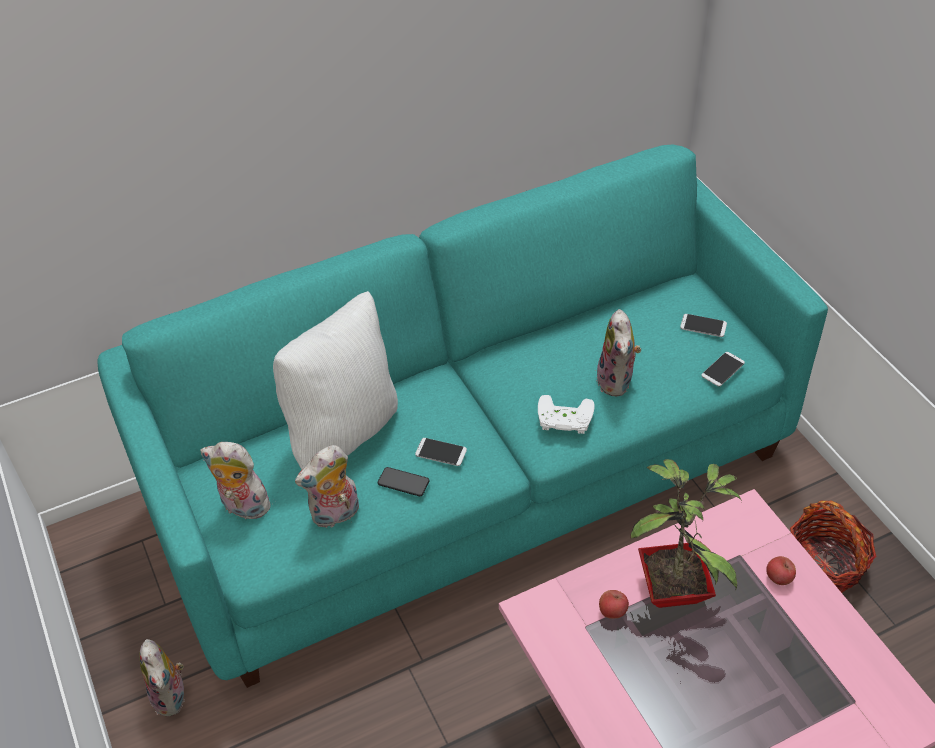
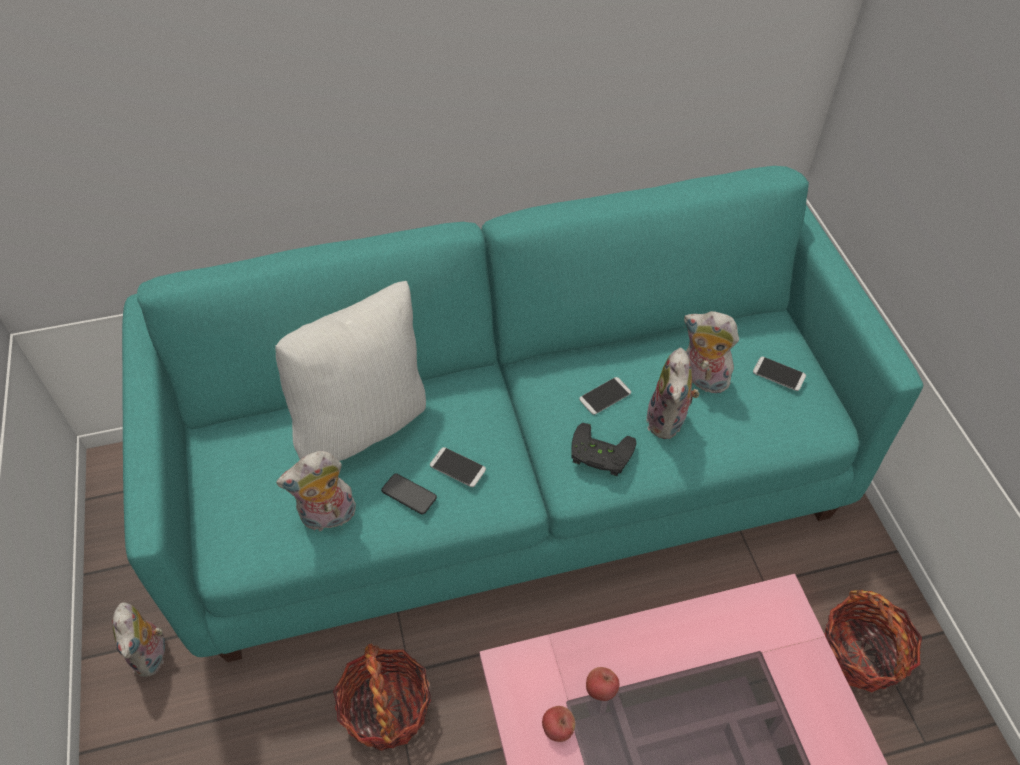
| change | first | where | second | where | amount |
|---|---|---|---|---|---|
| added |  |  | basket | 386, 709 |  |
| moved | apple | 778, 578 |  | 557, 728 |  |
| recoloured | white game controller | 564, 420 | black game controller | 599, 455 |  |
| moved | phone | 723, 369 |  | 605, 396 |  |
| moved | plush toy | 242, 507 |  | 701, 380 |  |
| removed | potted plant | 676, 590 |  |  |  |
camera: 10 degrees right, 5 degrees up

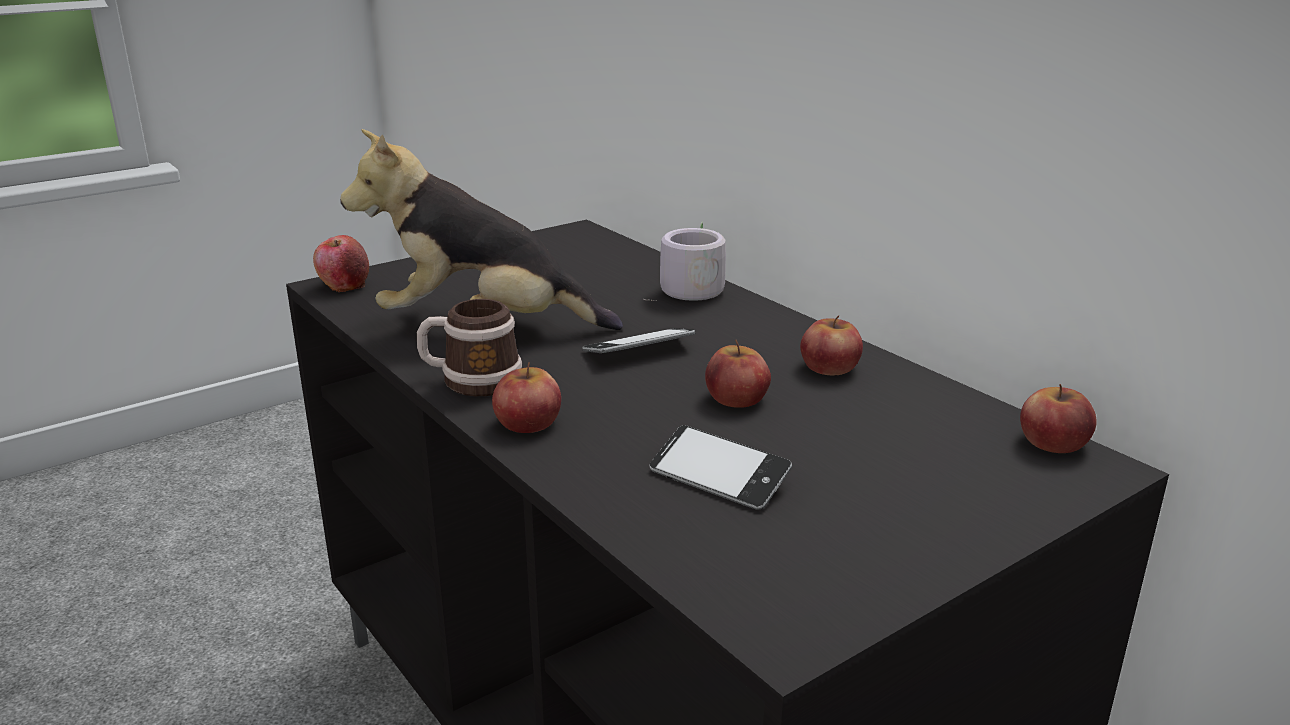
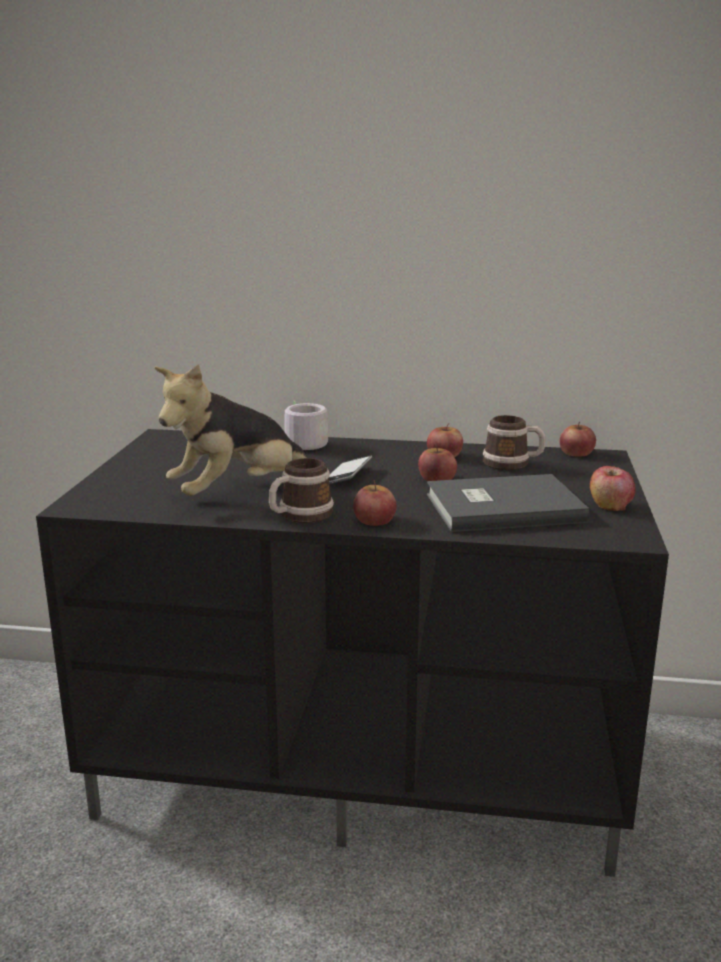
| change | first | where | second | where | amount |
|---|---|---|---|---|---|
| replaced | phone | 719, 477 | grey book | 500, 507 |  |
| added |  |  | mug | 512, 463 |  |
| moved | apple | 344, 285 |  | 610, 506 |  |
camera: 45 degrees left, 5 degrees down

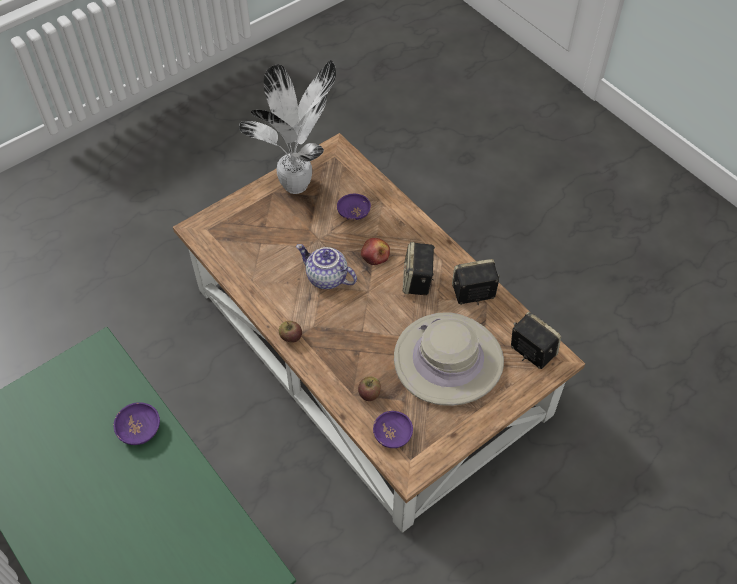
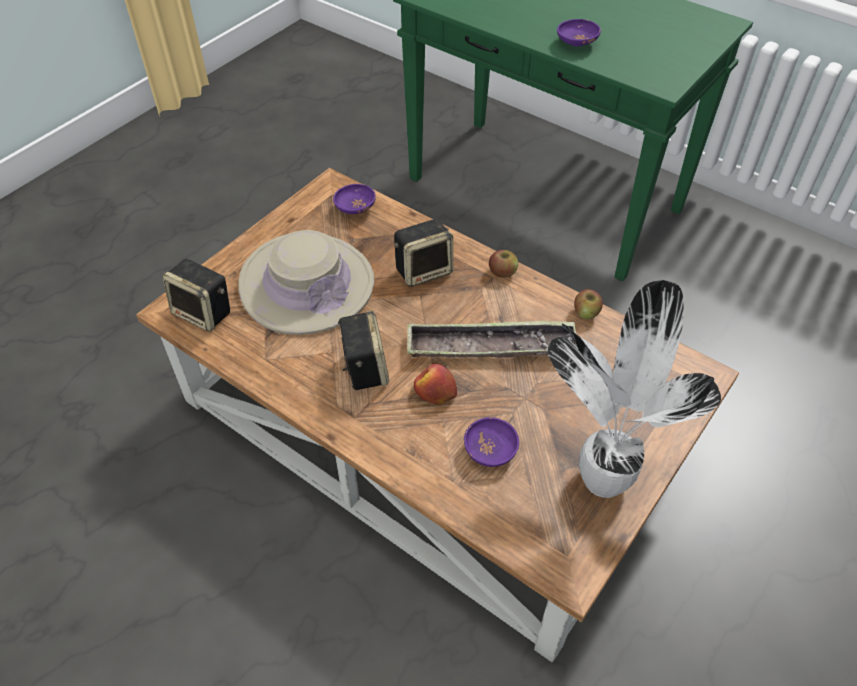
| change | first | where | second | where | amount |
|---|---|---|---|---|---|
| moved | speaker | 473, 294 |  | 424, 270 |  |
| replaced | teapot | 326, 278 | tray | 490, 346 |  |
| moved | apple | 369, 393 |  | 586, 313 |  |
camera: 165 degrees right, 5 degrees down

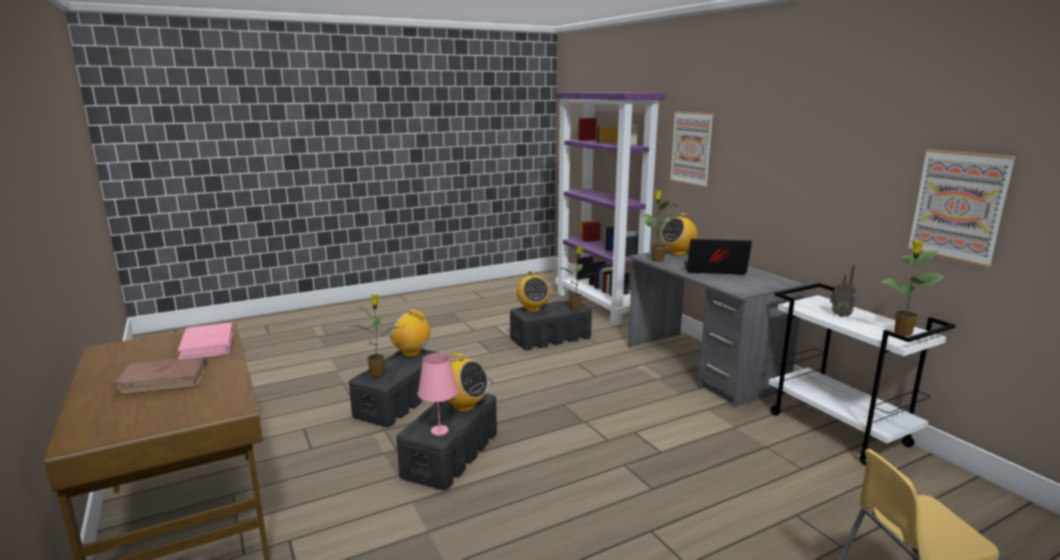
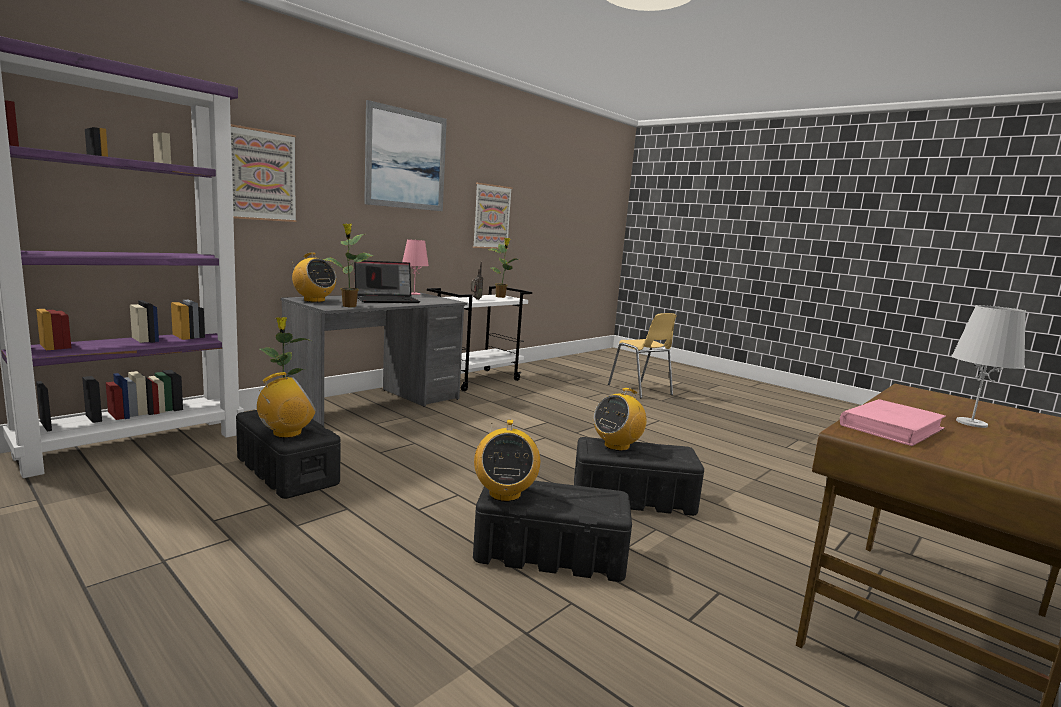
| change | first | where | second | where | amount |
|---|---|---|---|---|---|
| turned | laptop | 713, 270 |  | 387, 300 | 105 degrees counterclockwise |
| added |  |  | picture | 406, 159 |  |
| moved | pink table lamp | 439, 431 |  | 414, 294 |  |
| turned | radio | 464, 406 |  | 617, 446 | 150 degrees counterclockwise |
| replaced | brown book | 164, 380 | white table lamp | 971, 423 |  |
| removed | potted plant | 377, 373 |  |  |  |
camera: 110 degrees left, 5 degrees down

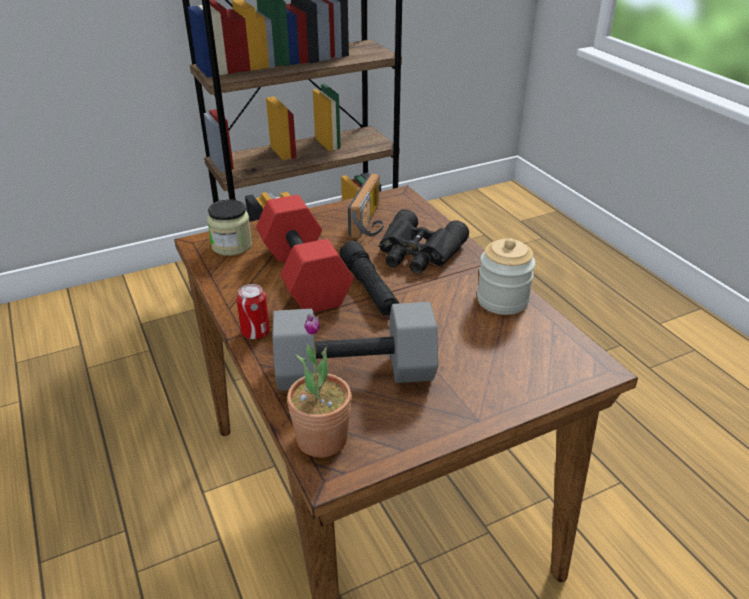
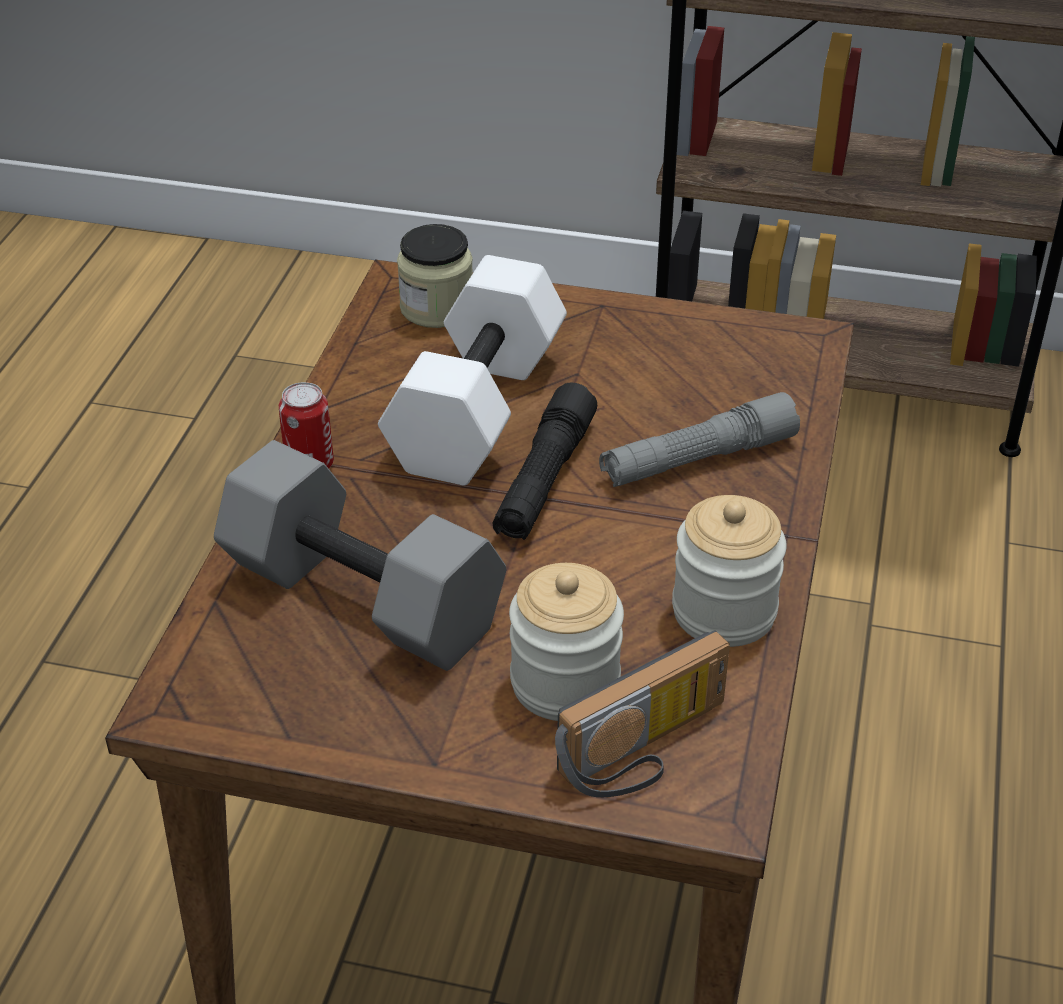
| change | first | where | second | where | amount |
|---|---|---|---|---|---|
| recoloured | red dumbbell | 306, 275 | white dumbbell | 480, 411 |  |
| added |  |  | jar | 565, 683 |  |
| moved | radio | 371, 222 |  | 647, 751 |  |
| replaced | black binoculars | 418, 253 | grey flashlight | 698, 459 |  |
| removed | potted plant | 322, 439 |  |  |  |
camera: 40 degrees right, 5 degrees up

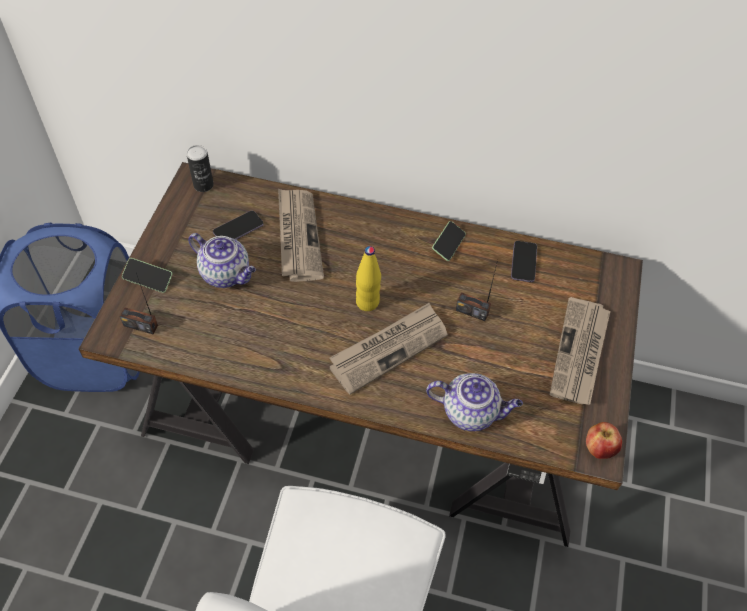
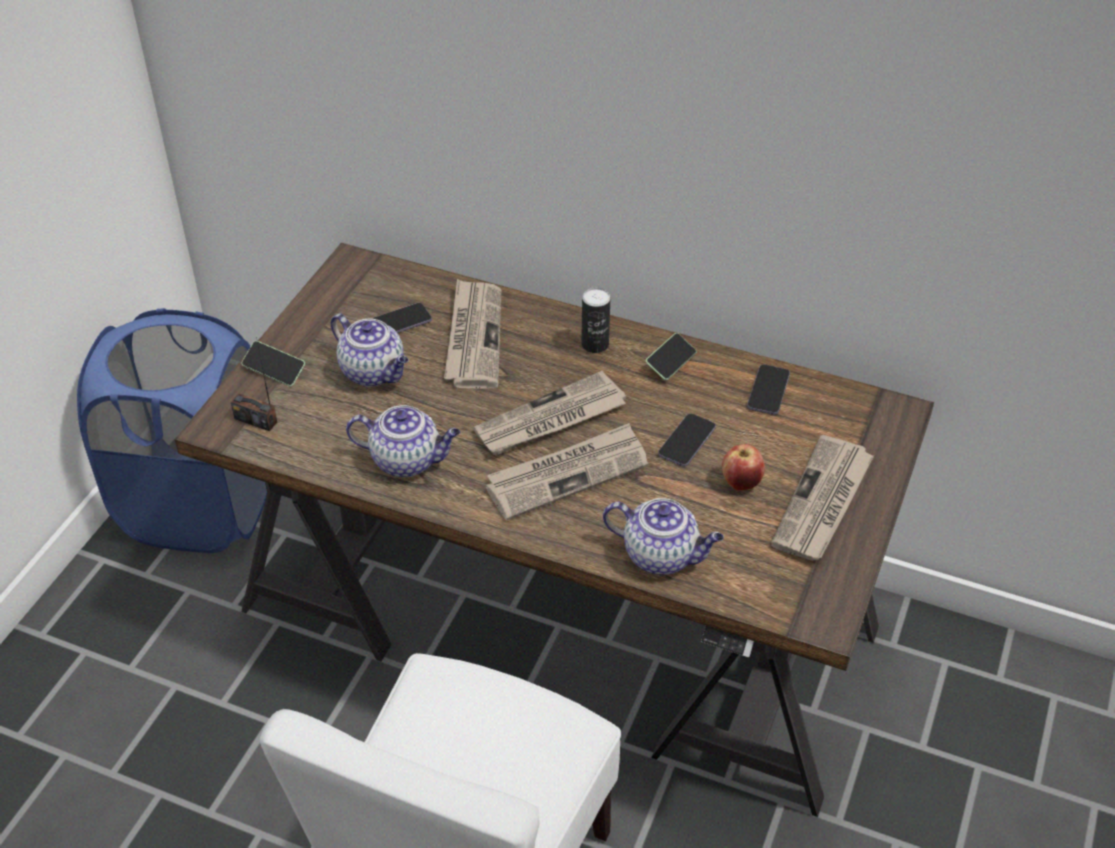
| change | first | where | second | where | amount |
|---|---|---|---|---|---|
| added |  |  | teapot | 407, 460 |  |
| replaced | yellow bottle | 367, 302 | newspaper | 550, 419 |  |
| moved | can | 203, 185 |  | 595, 344 |  |
| replaced | radio | 472, 311 | phone | 686, 441 |  |
| moved | apple | 599, 449 |  | 741, 482 |  |
camera: 10 degrees right, 10 degrees down

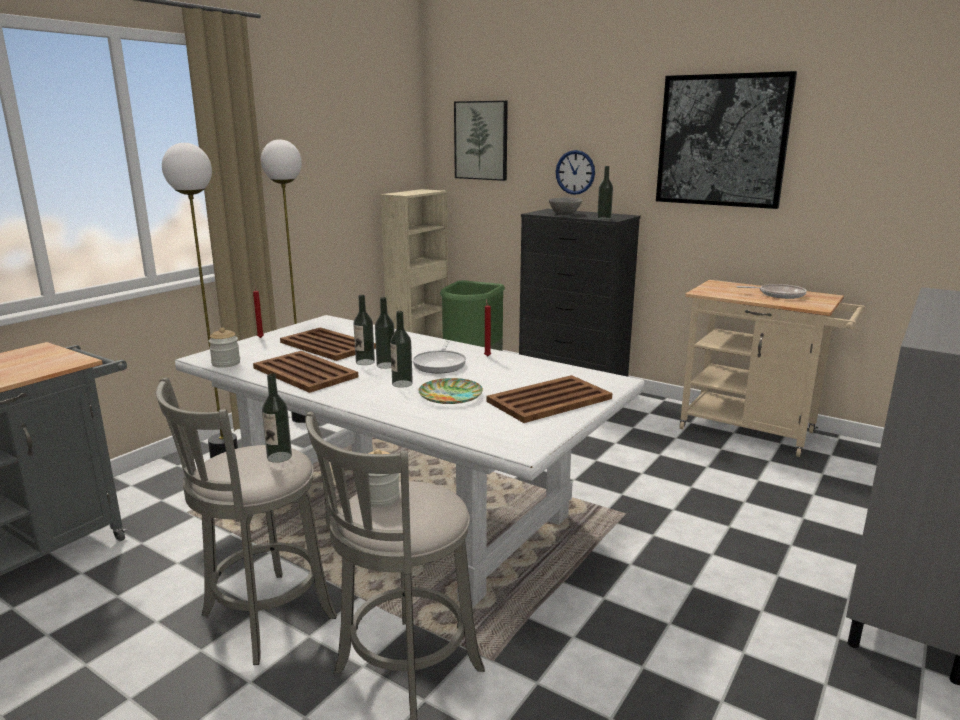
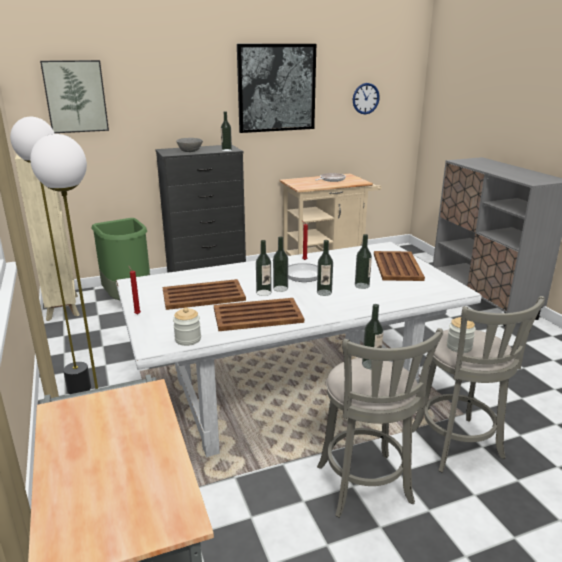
| change | first | where | second | where | amount |
|---|---|---|---|---|---|
| moved | wall clock | 575, 172 |  | 365, 98 |  |
| replaced | plate | 451, 395 | bottle | 362, 285 |  |
camera: 55 degrees left, 5 degrees up

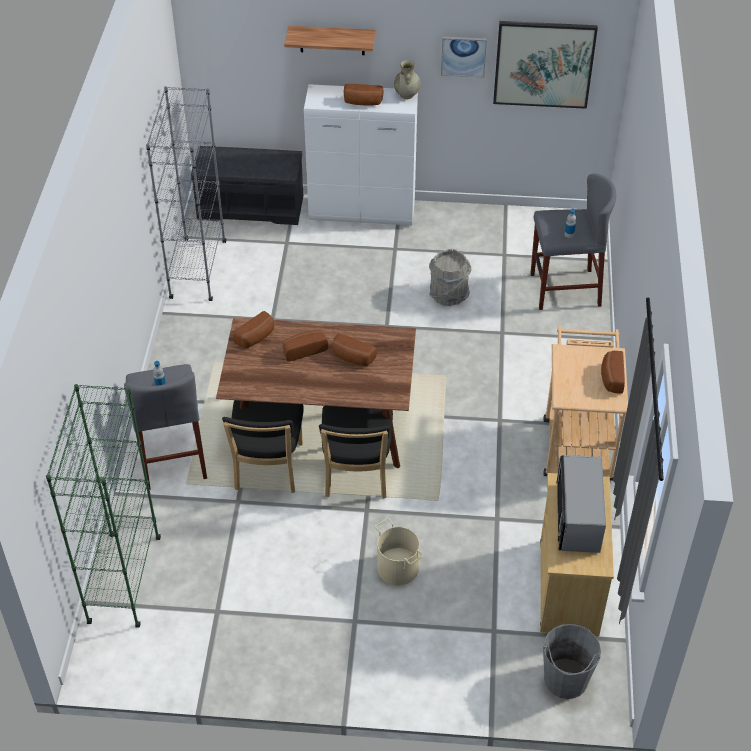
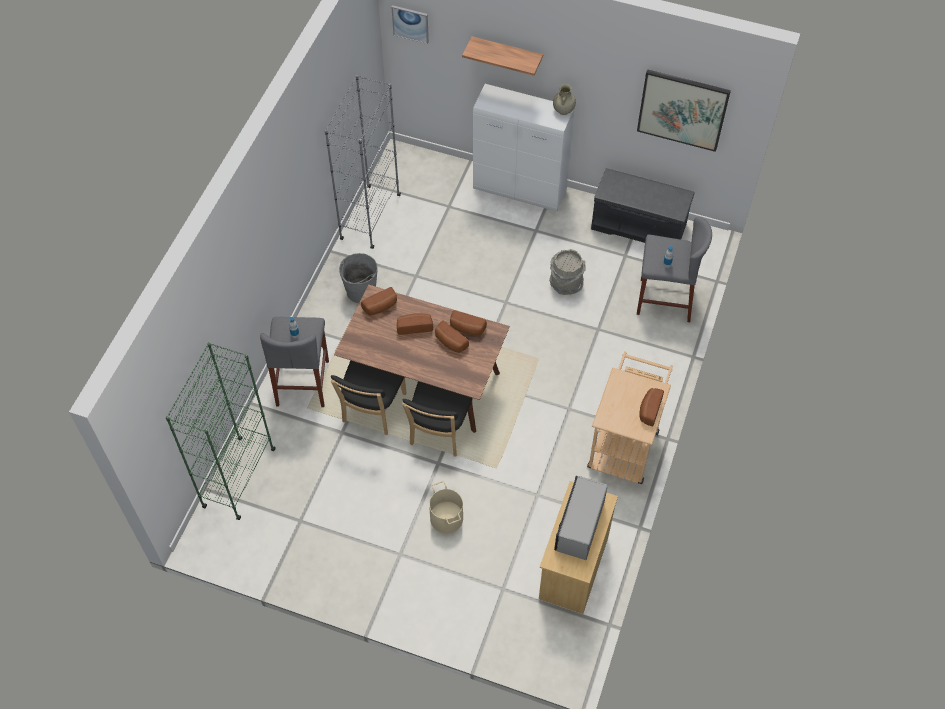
| change | first | where | second | where | amount |
|---|---|---|---|---|---|
| moved | grey bucket | 565, 679 |  | 361, 291 |  |
| moved | picture | 463, 56 |  | 410, 23 |  |
| moved | bread | 362, 103 |  | 466, 329 |  |
| moved | grey bench | 251, 206 |  | 639, 225 |  |
camera: 15 degrees right, 10 degrees up

